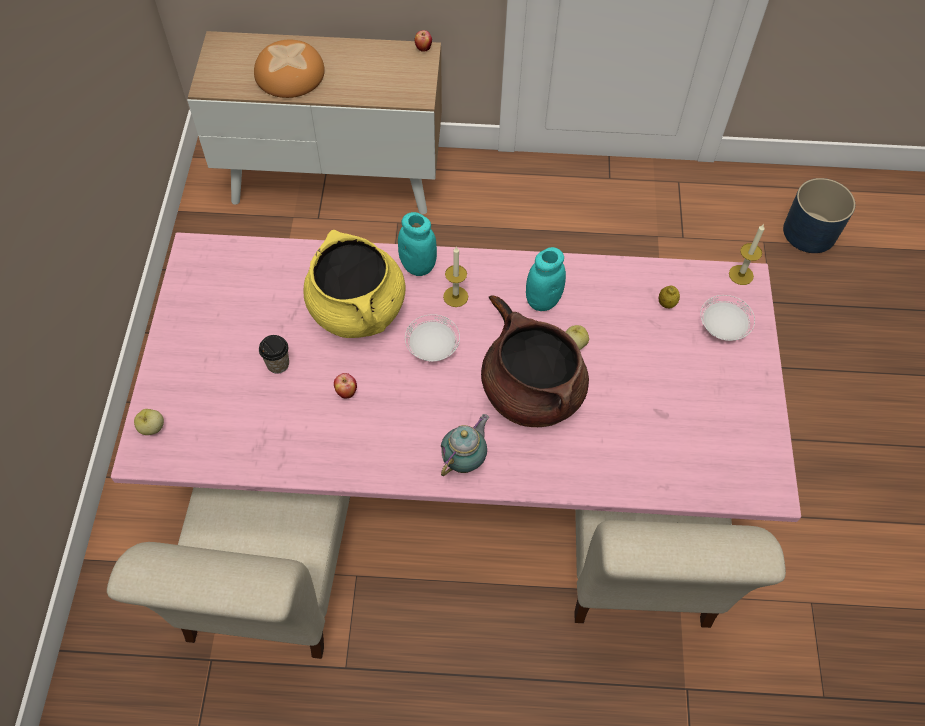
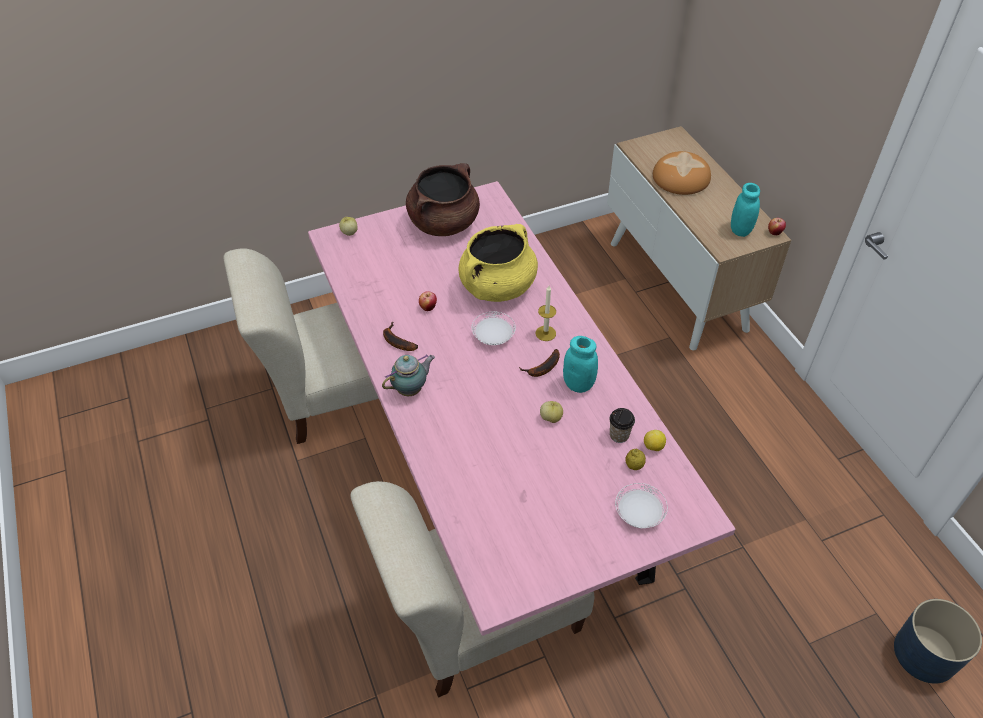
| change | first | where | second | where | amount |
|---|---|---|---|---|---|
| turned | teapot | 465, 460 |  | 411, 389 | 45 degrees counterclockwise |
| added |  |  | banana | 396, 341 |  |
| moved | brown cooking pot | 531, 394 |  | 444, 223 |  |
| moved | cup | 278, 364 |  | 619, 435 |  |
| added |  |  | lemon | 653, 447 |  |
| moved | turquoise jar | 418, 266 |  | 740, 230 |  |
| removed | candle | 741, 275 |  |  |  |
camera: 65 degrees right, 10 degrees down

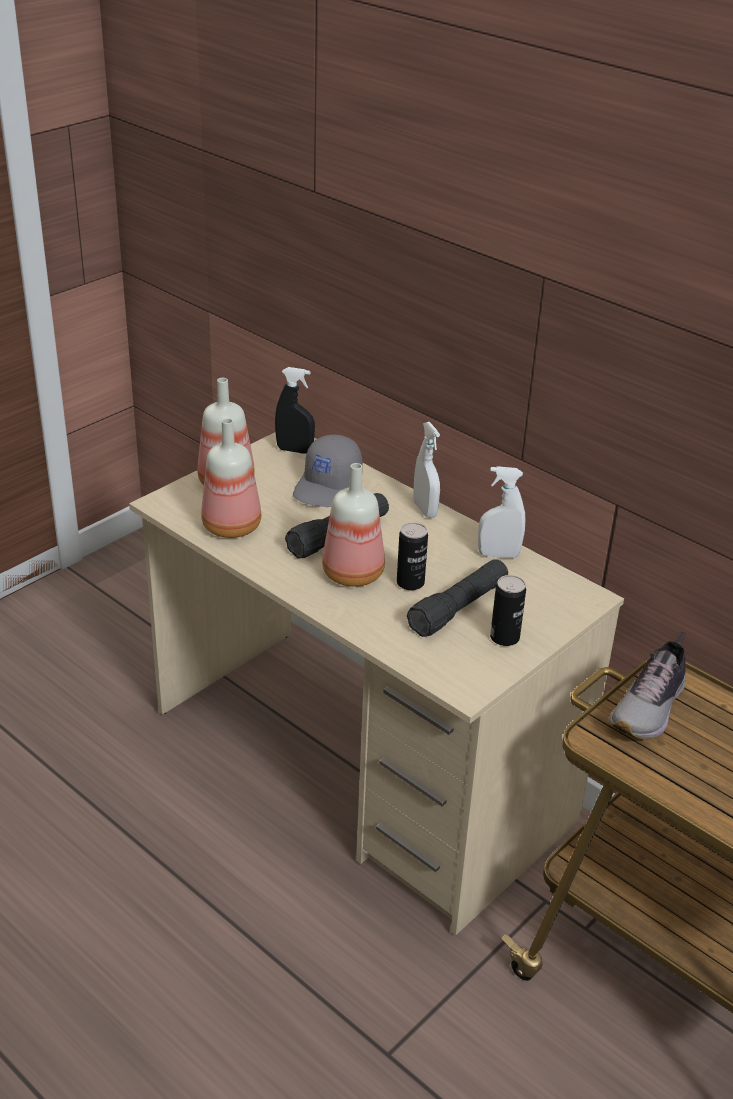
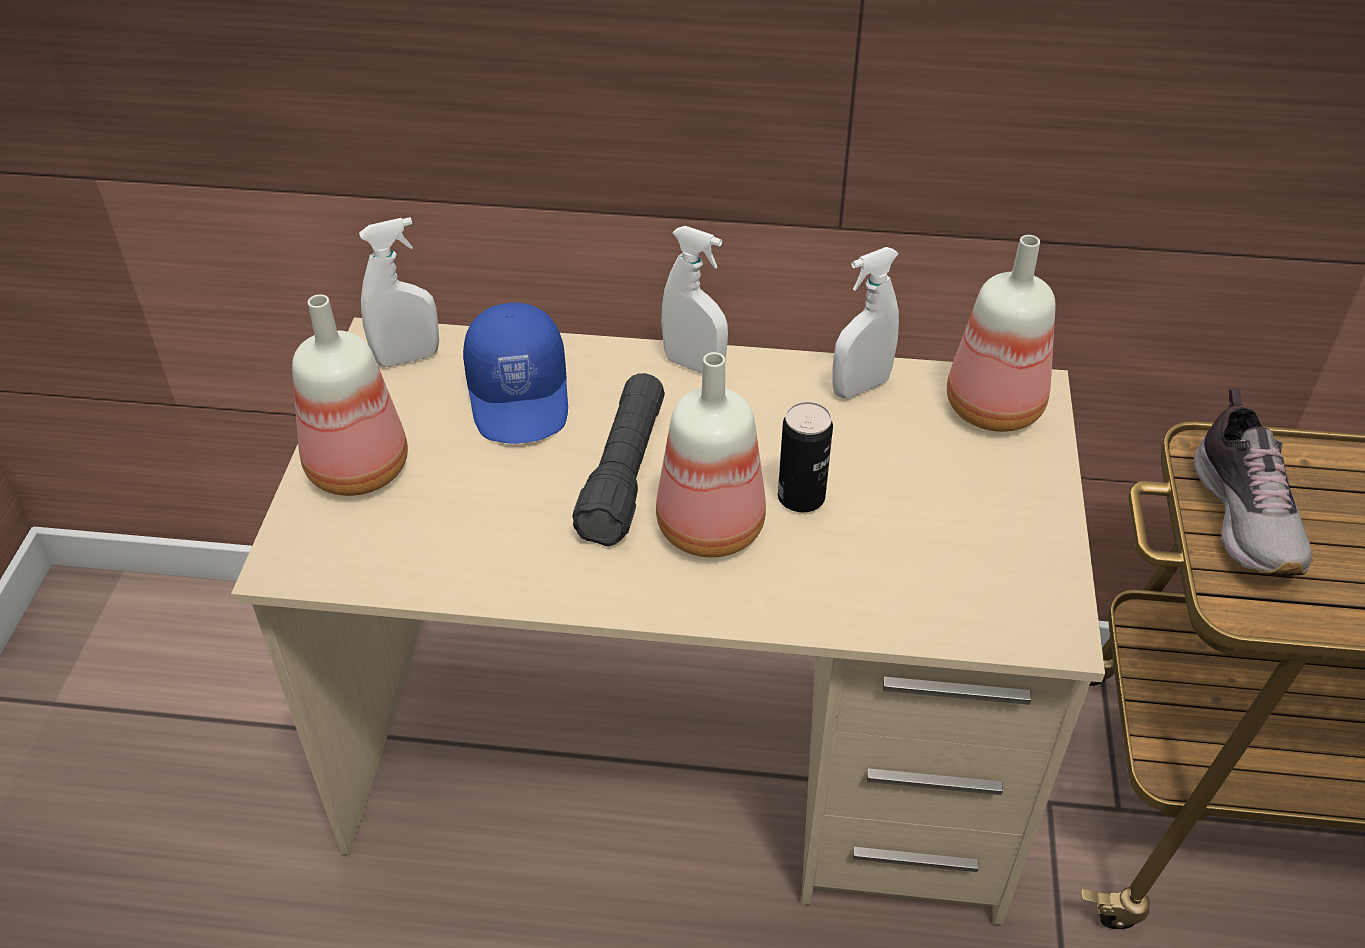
| change | first | where | second | where | amount |
|---|---|---|---|---|---|
| recoloured | black spray bottle | 294, 450 | white spray bottle | 407, 358 |  |
| recoloured | grey cap | 328, 486 | blue cap | 521, 395 |  |
| moved | bottle | 233, 525 |  | 993, 405 |  |
| removed | black flashlight | 458, 608 |  |  |  |
| removed | can | 504, 638 |  |  |  |
camera: 35 degrees left, 10 degrees up

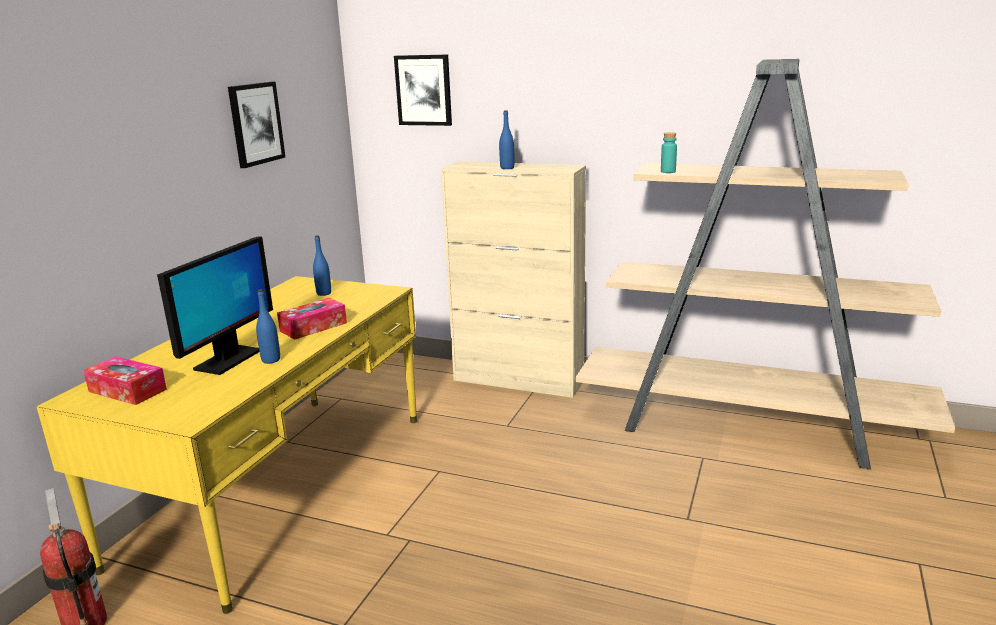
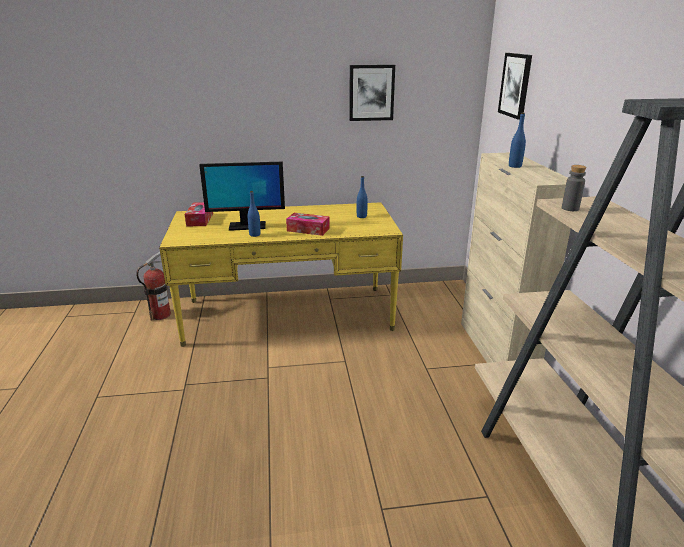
| change | first | where | second | where | amount |
|---|---|---|---|---|---|
| recoloured | turquoise bottle | 668, 171 | grey bottle | 570, 208 |  |
camera: 60 degrees right, 5 degrees up

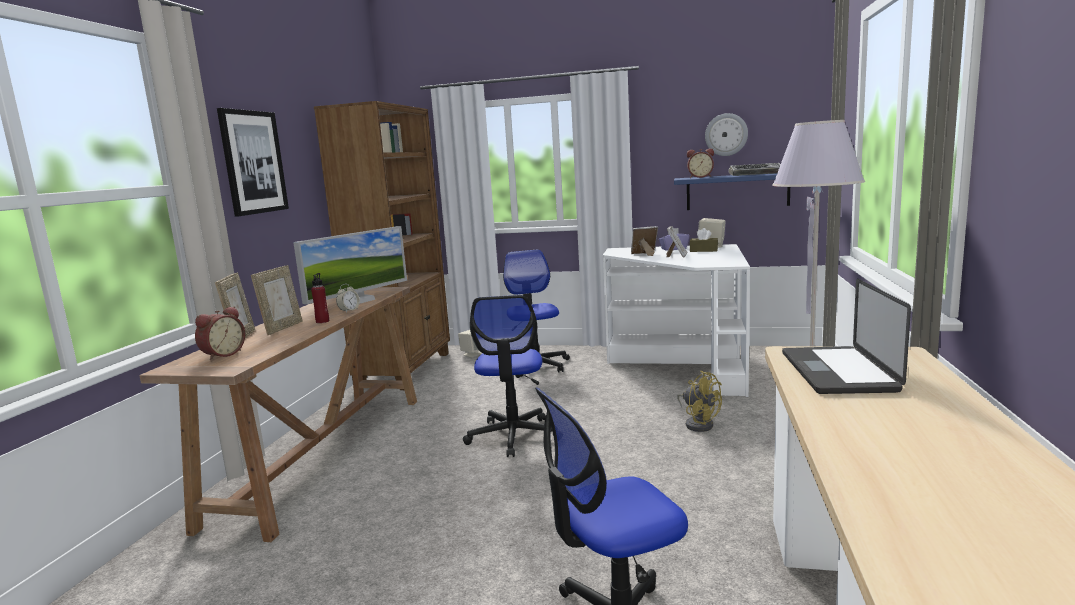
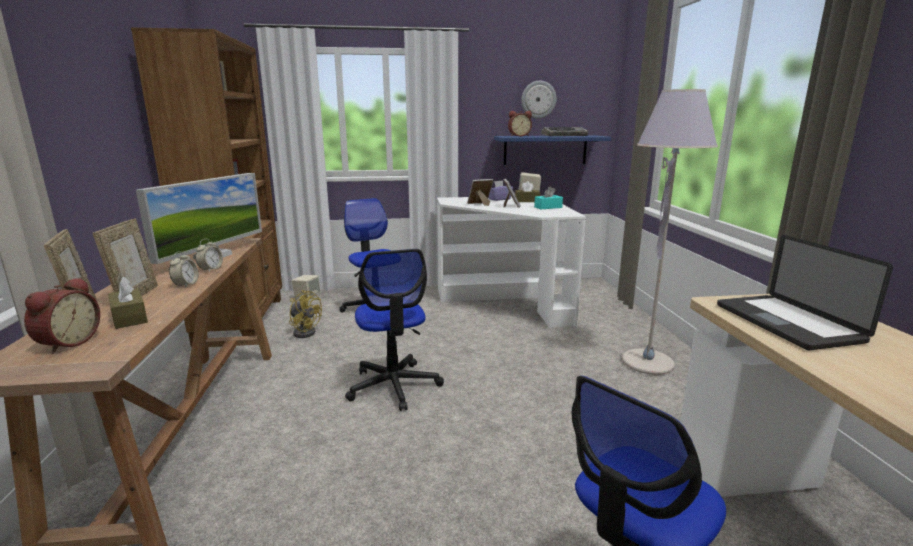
| change | first | where | second | where | amount |
|---|---|---|---|---|---|
| added |  |  | brown tissue box | 129, 317 |  |
| replaced | red bottle | 322, 321 | alarm clock | 186, 285 |  |
| moved | yellow fan | 698, 423 |  | 305, 331 |  |
| added |  |  | turquoise tissue box | 548, 207 |  |
| removed | picture | 253, 162 |  |  |  |
camera: 20 degrees left, 5 degrees up

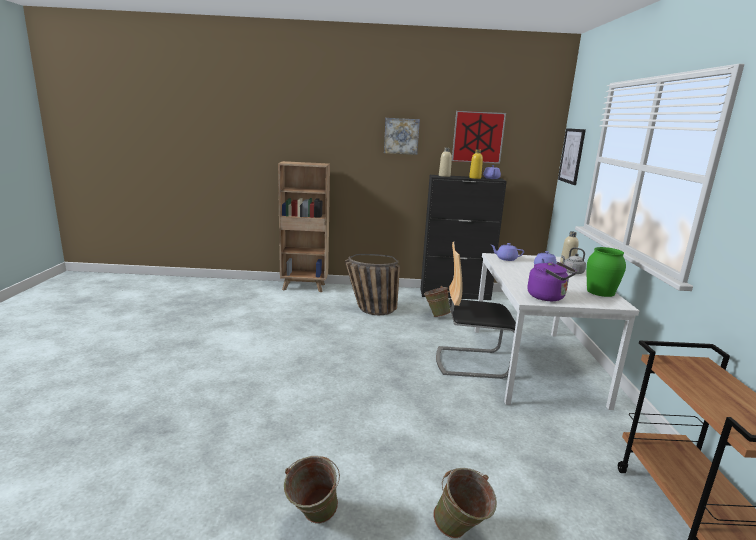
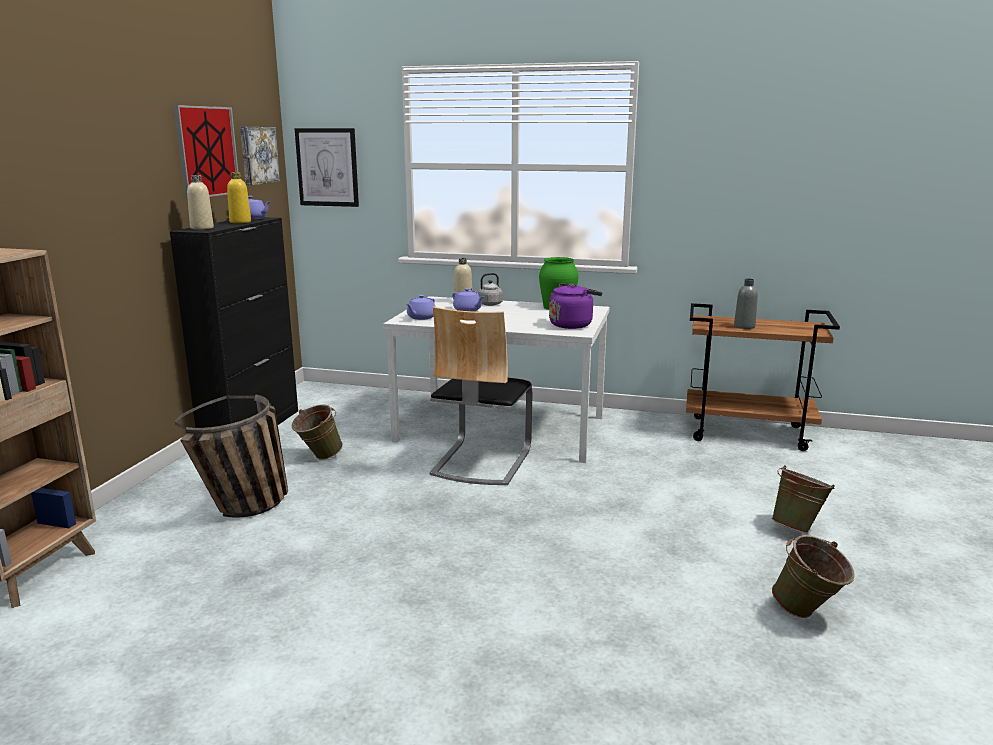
| change | first | where | second | where | amount |
|---|---|---|---|---|---|
| moved | picture | 401, 136 |  | 258, 155 |  |
| added |  |  | grey bottle | 744, 326 |  |
camera: 75 degrees left, 0 degrees up

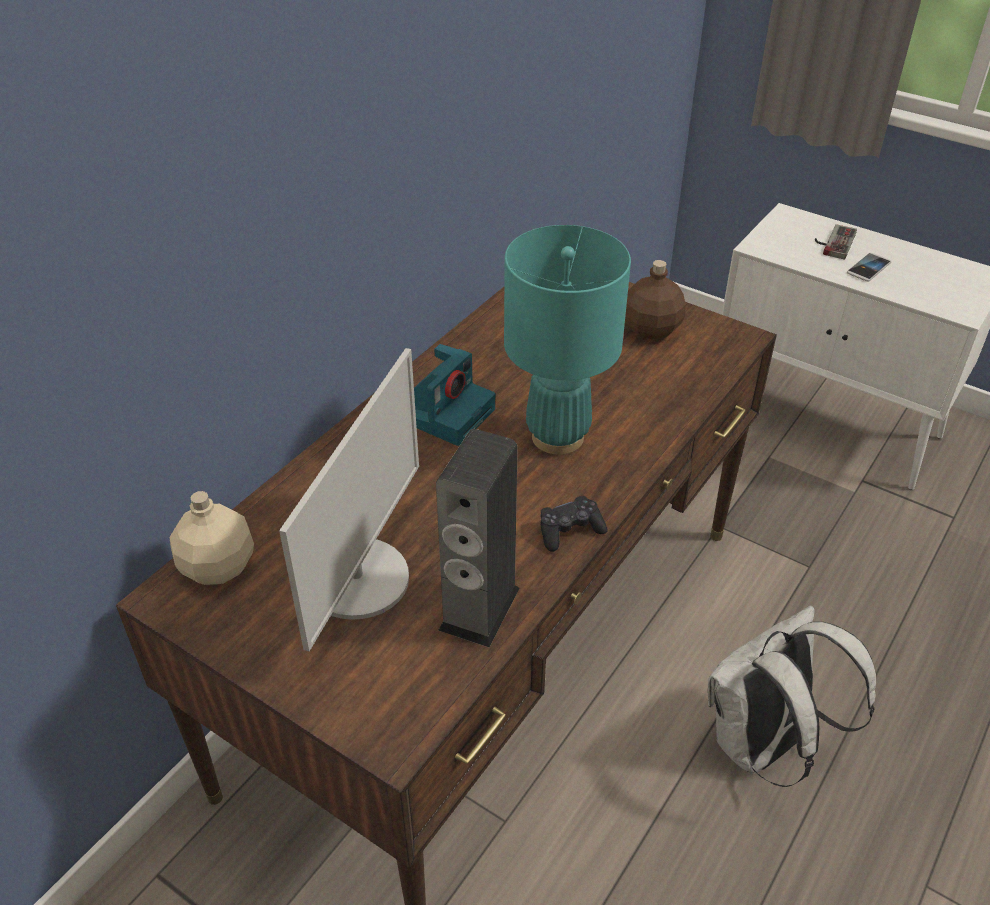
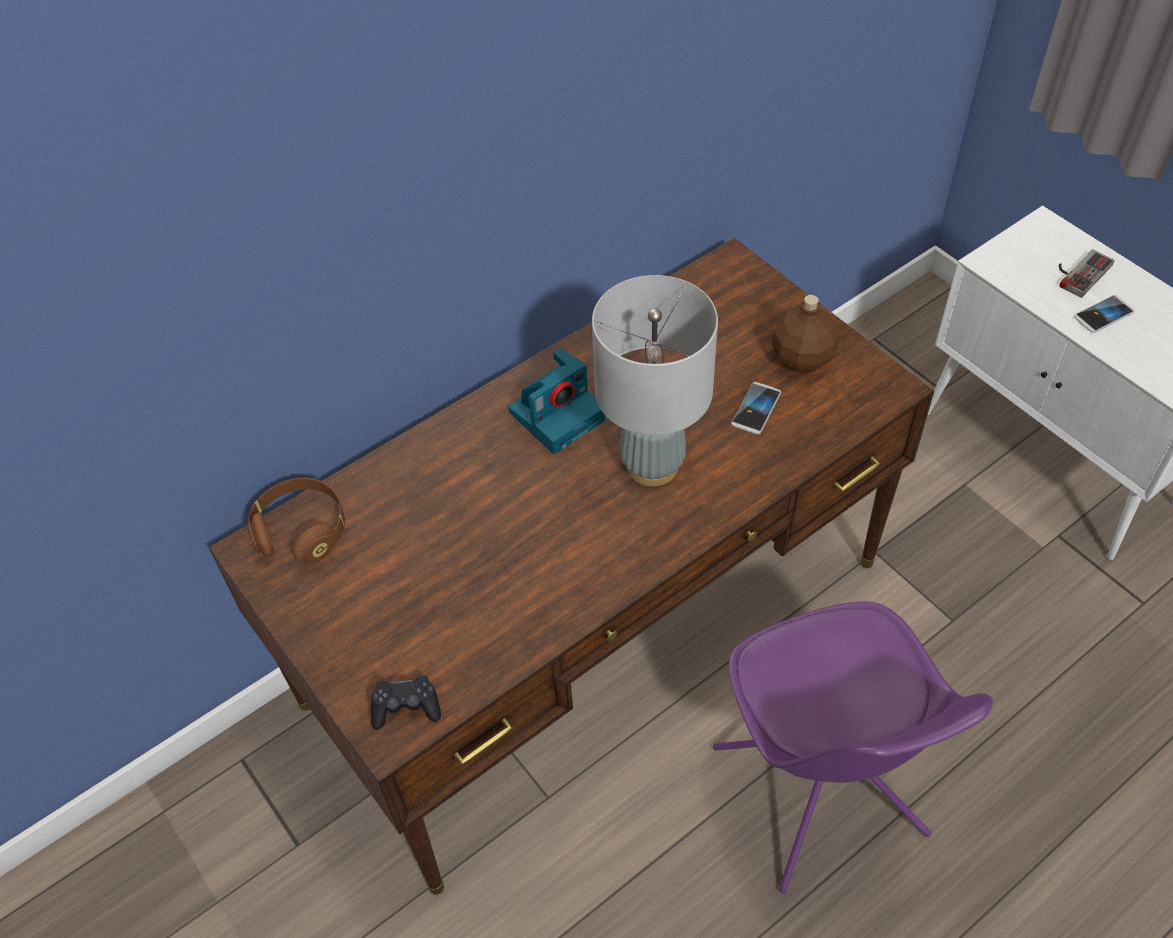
| change | first | where | second | where | amount |
|---|---|---|---|---|---|
| replaced | beige bottle | 219, 566 | brown headphones | 302, 531 |  |
| moved | black game controller | 570, 530 |  | 406, 707 |  |
| recoloured | turquoise table lamp | 558, 436 | grey table lamp | 653, 465 |  |
| replaced | white backpack | 763, 746 | purple chair | 820, 794 |  |
| added |  |  | phone | 756, 409 |  |
| removed | monitor | 358, 578 |  |  |  |
| removed | speaker | 479, 608 |  |  |  |
camera: 20 degrees right, 10 degrees up

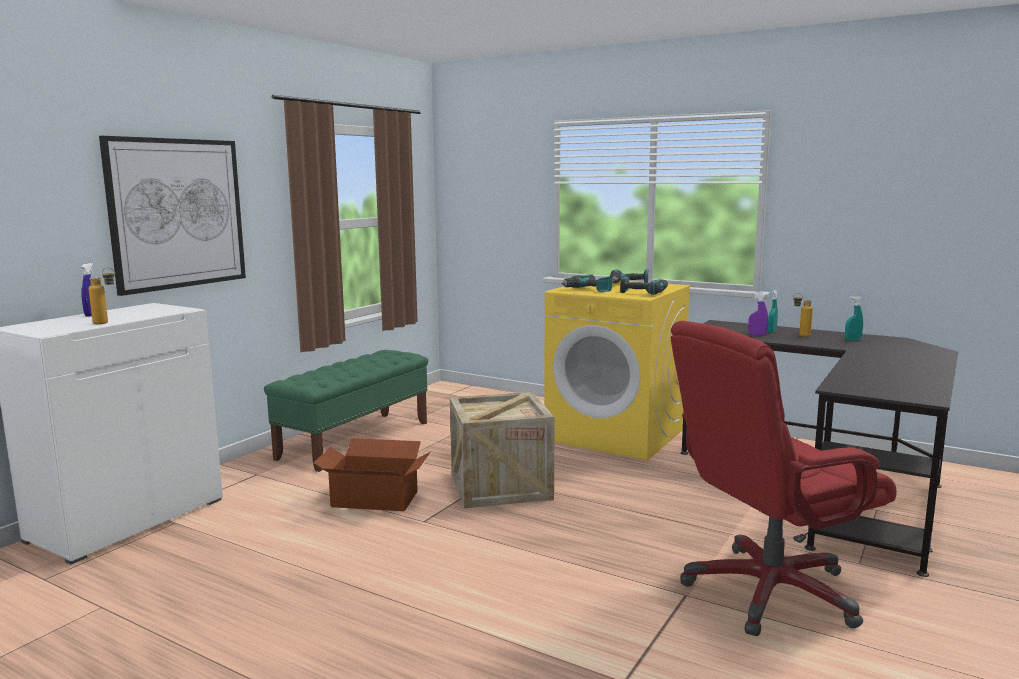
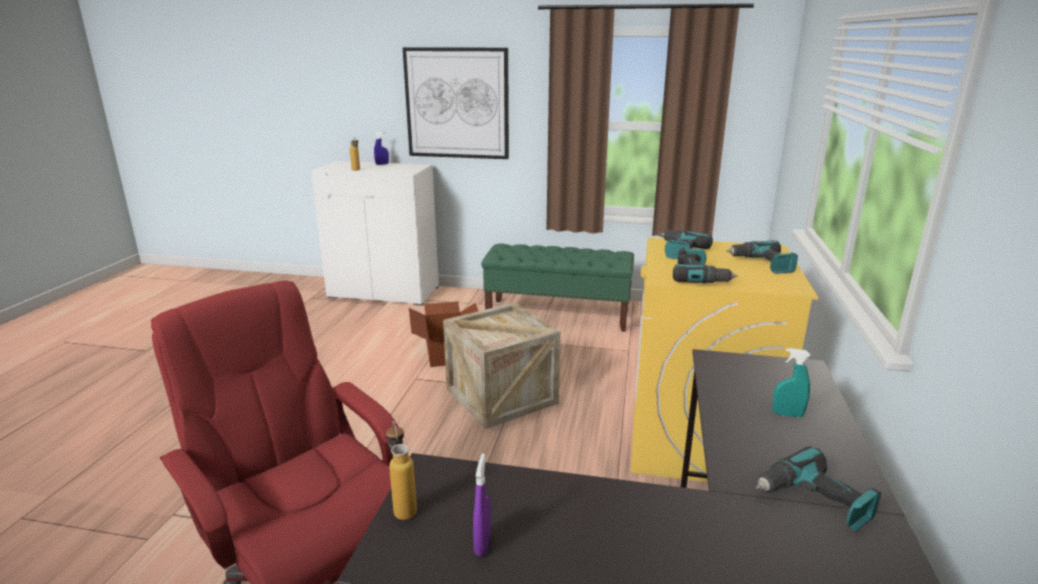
| change | first | where | second | where | amount |
|---|---|---|---|---|---|
| moved | bottle | 800, 336 |  | 403, 506 |  |
| moved | purple spray bottle | 757, 334 |  | 482, 544 |  |
| replaced | turquoise spray bottle | 852, 340 | power drill | 814, 501 |  |
camera: 70 degrees right, 10 degrees up

